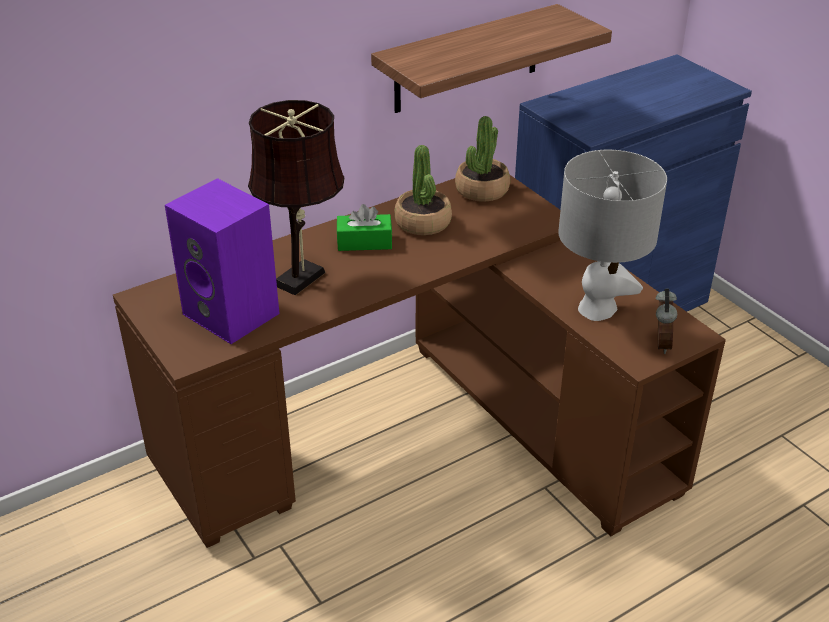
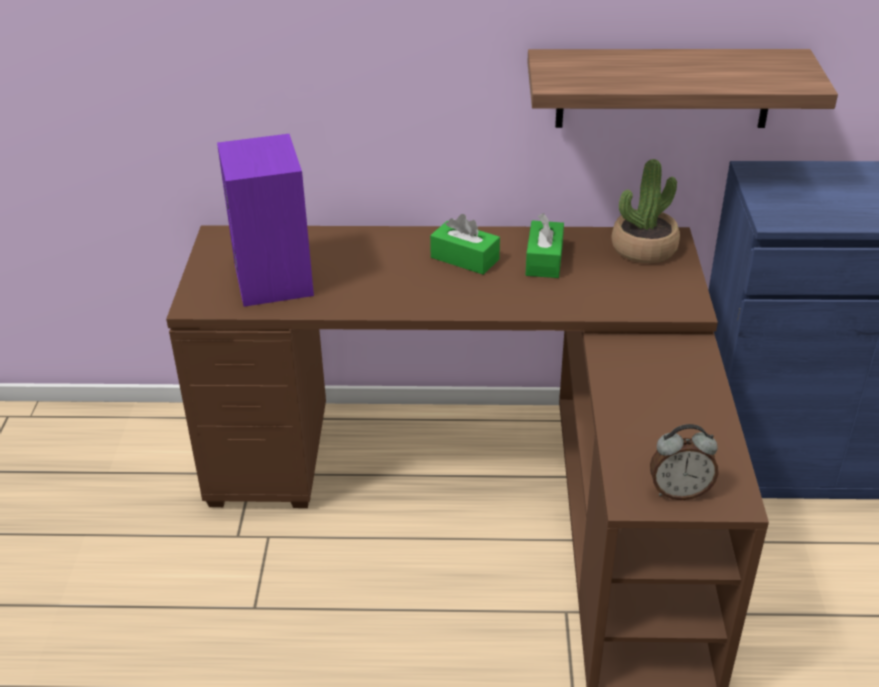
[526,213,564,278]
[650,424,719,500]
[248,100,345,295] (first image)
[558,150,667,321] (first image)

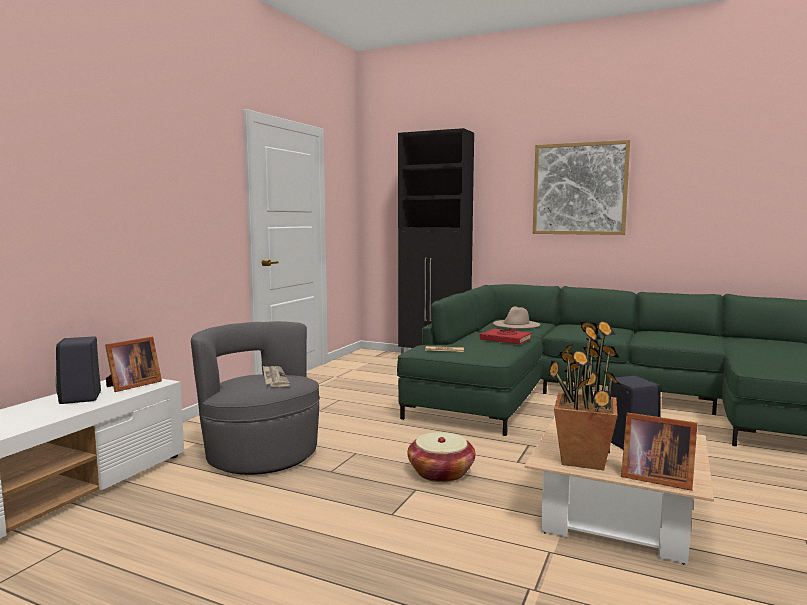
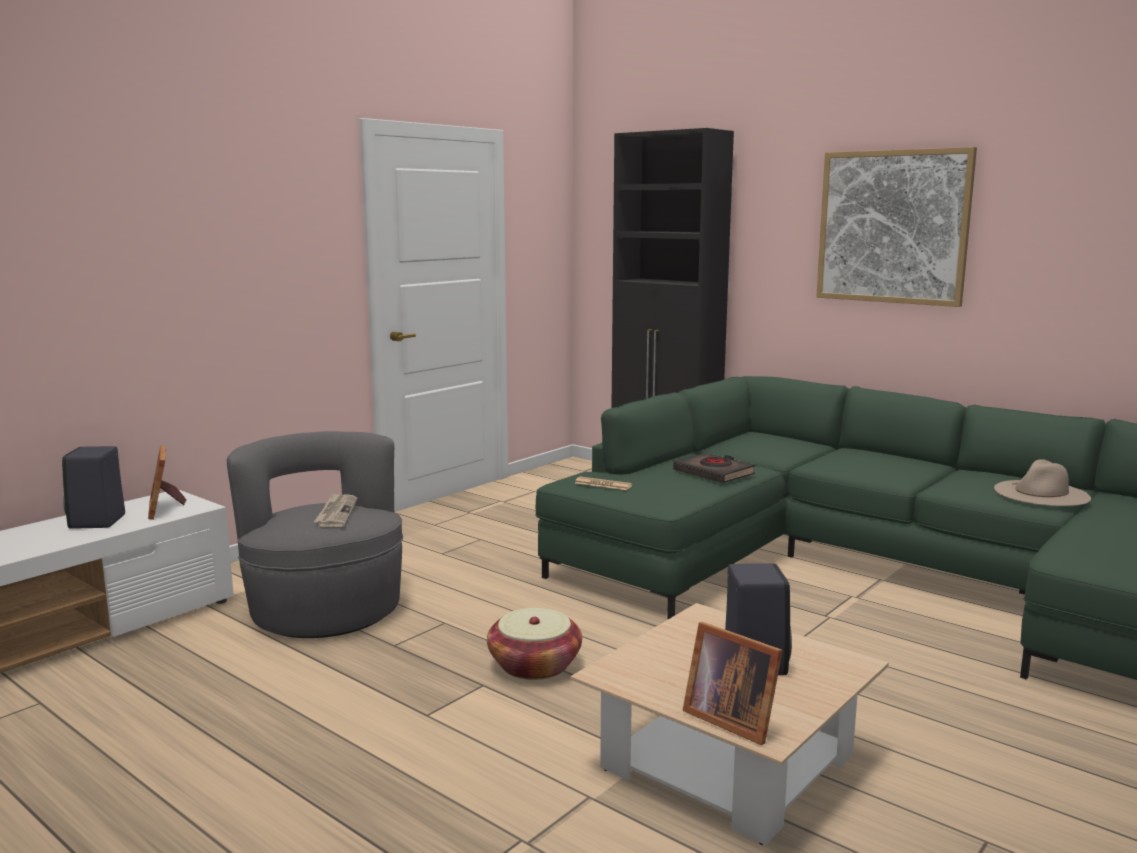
[148,446,187,520]
[673,453,755,483]
[994,459,1091,506]
[547,321,621,470] (first image)

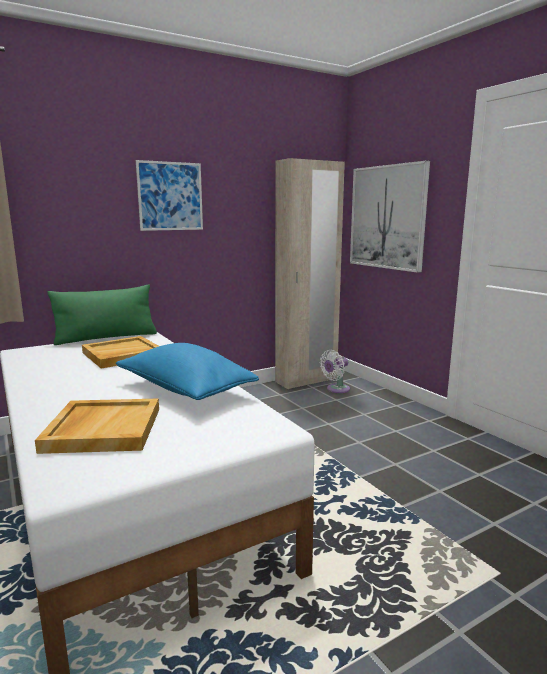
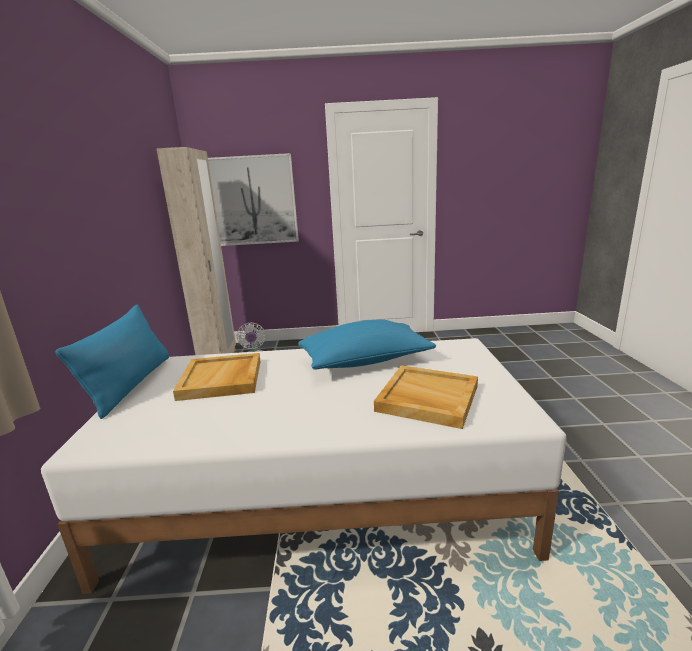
[55,305,169,419]
[136,160,203,231] (first image)

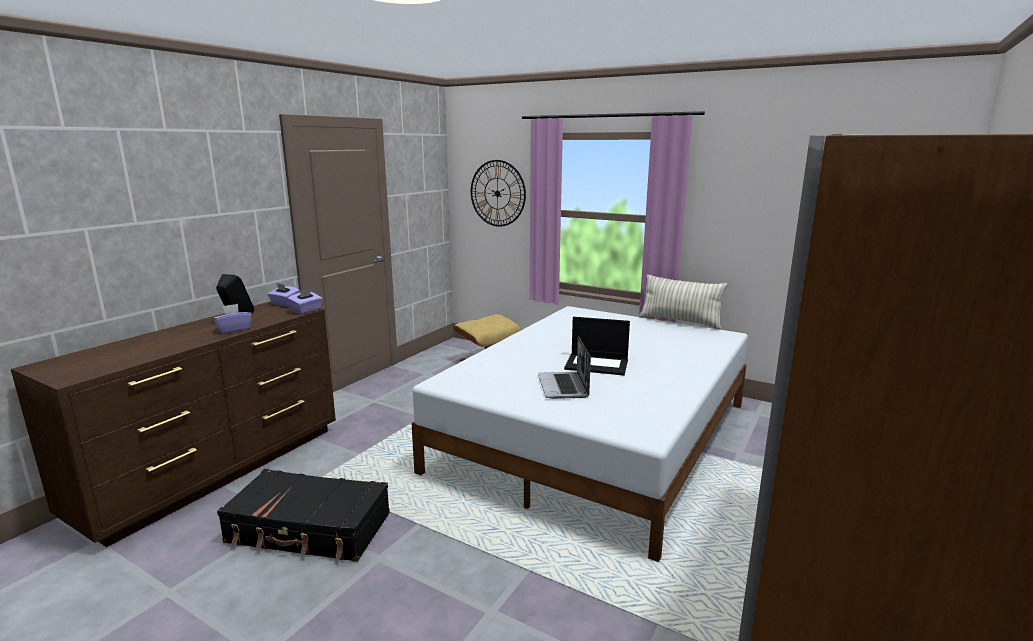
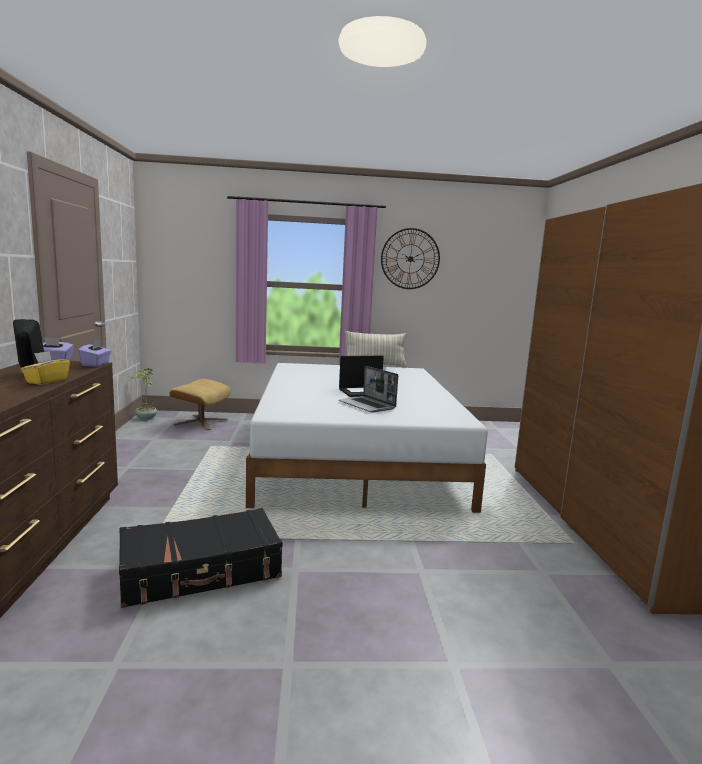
[21,351,70,385]
[130,368,157,420]
[381,228,440,289]

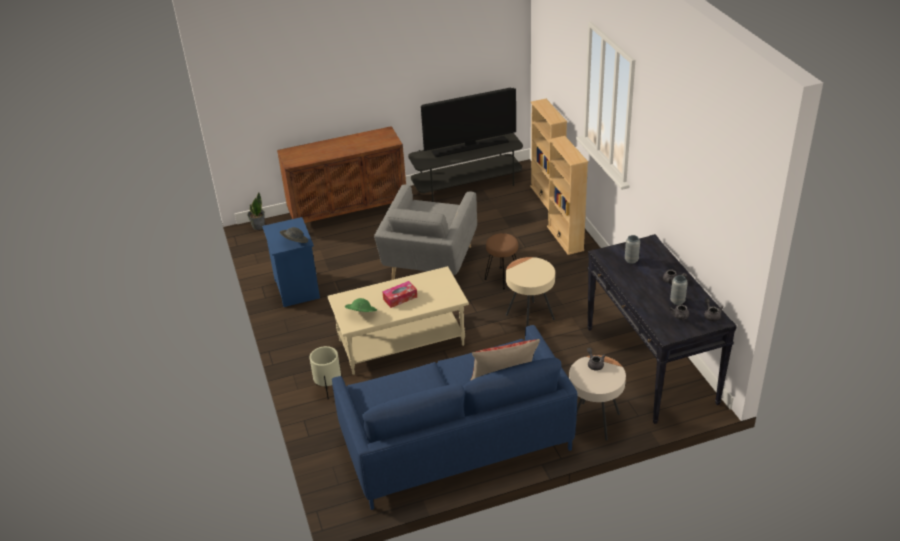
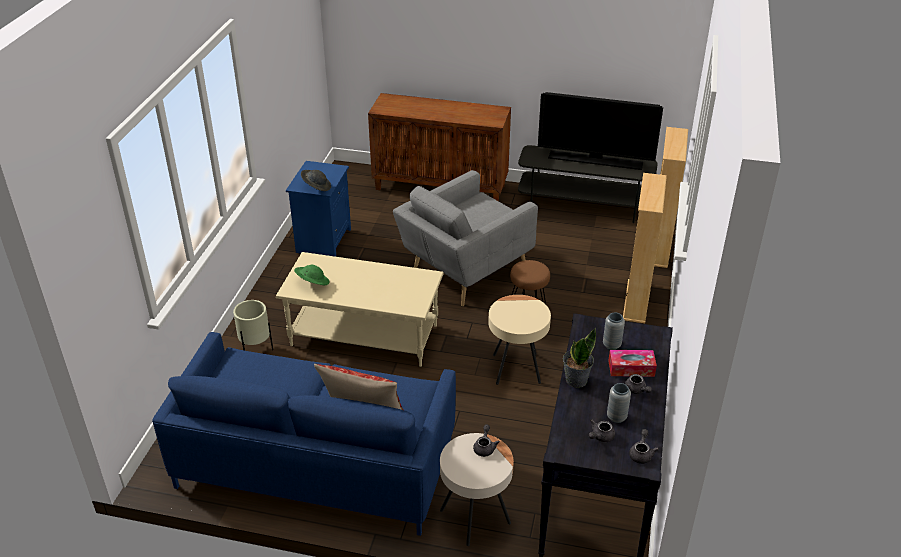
[563,328,596,388]
[608,350,657,377]

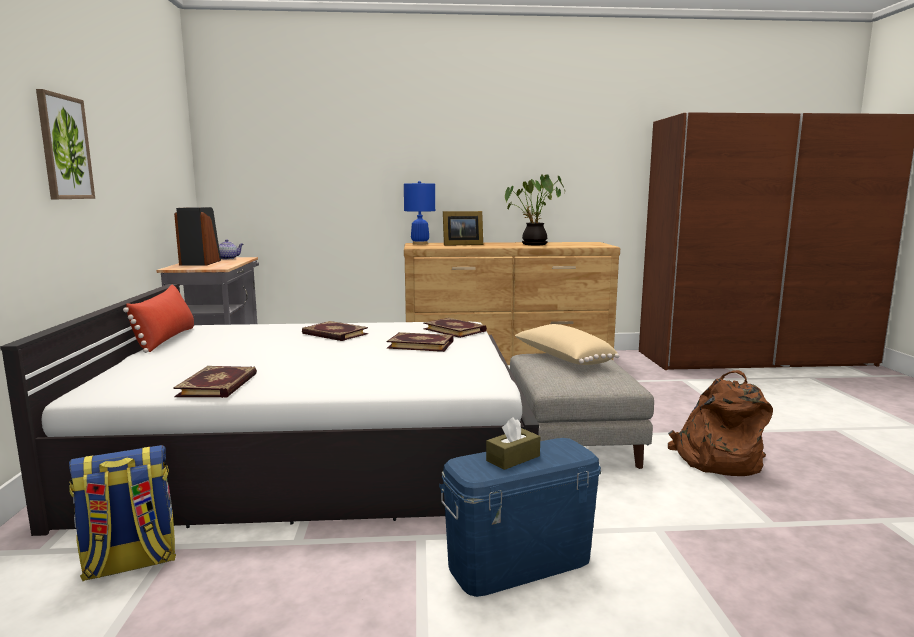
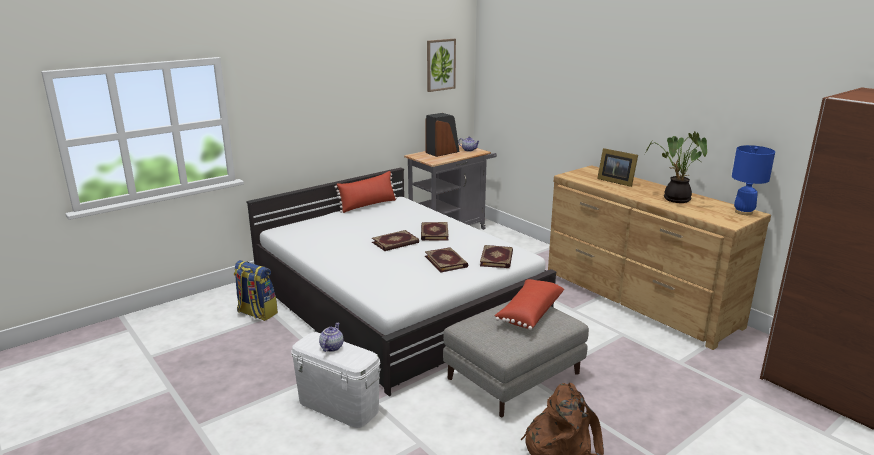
[291,332,381,428]
[319,323,344,352]
[372,230,419,251]
[427,39,456,92]
[494,279,564,330]
[732,145,775,215]

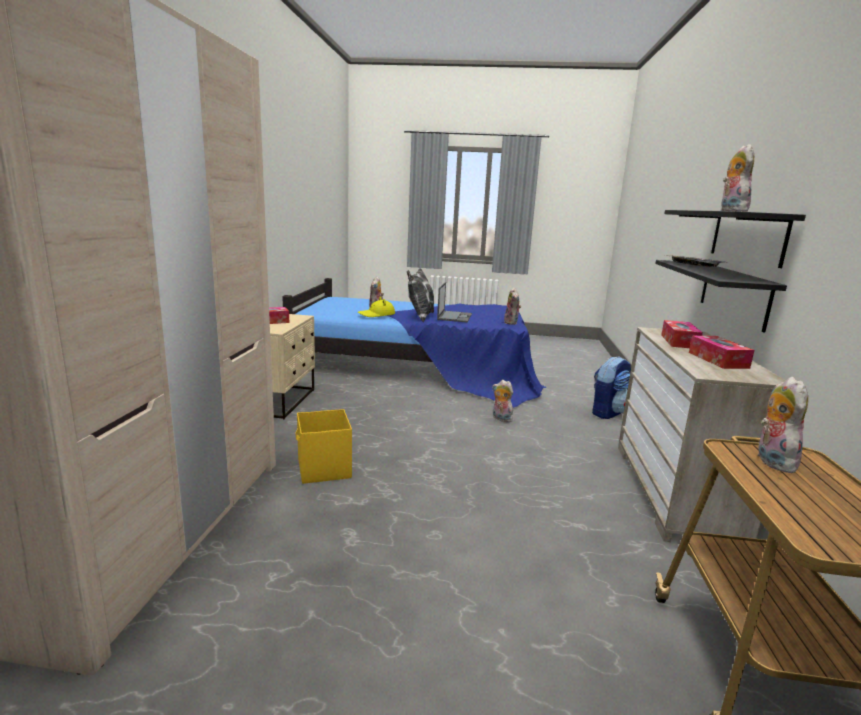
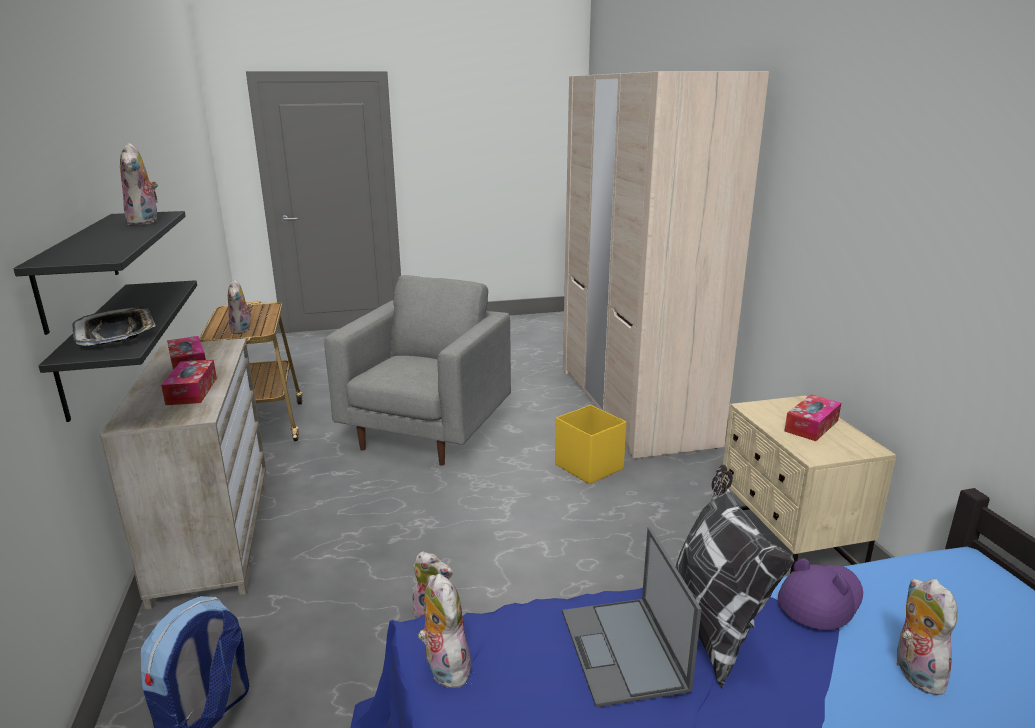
[324,275,511,466]
[778,558,863,630]

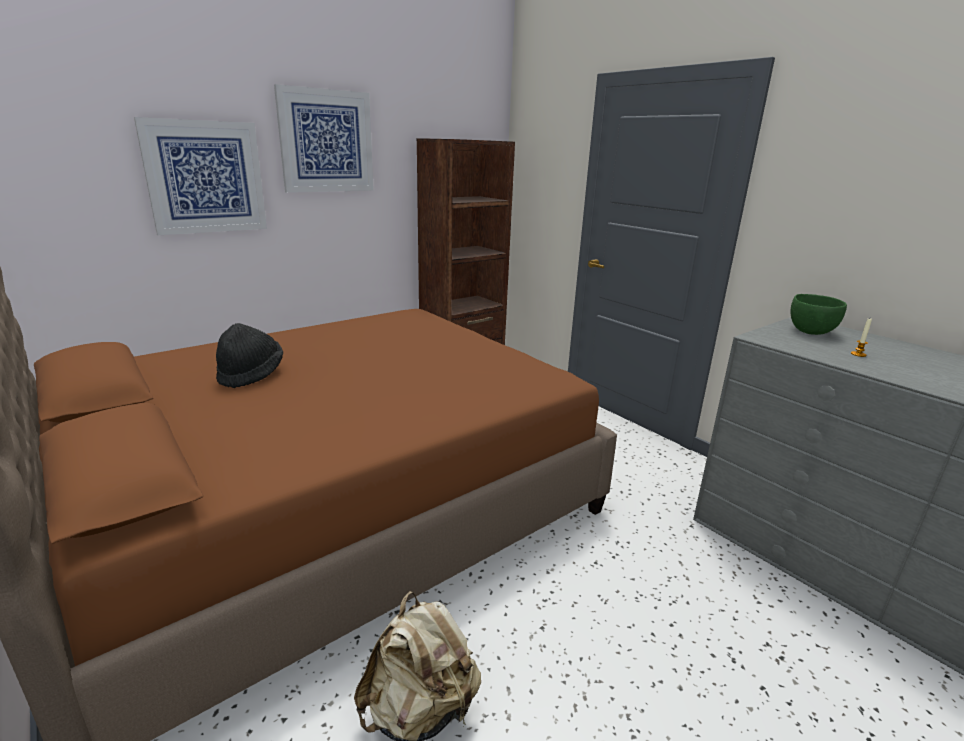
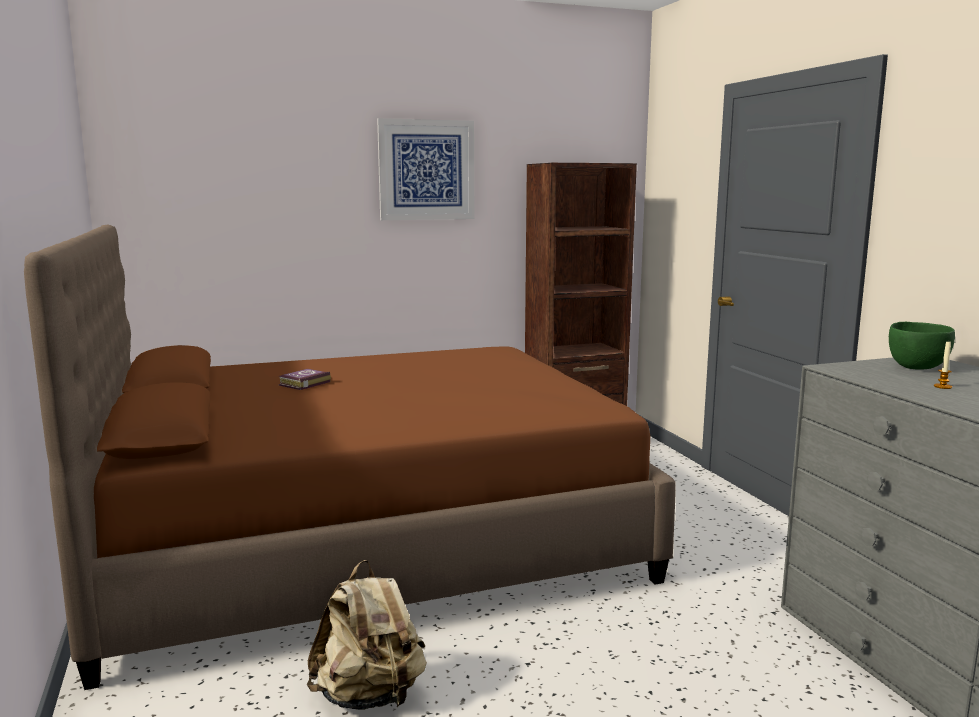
[279,369,331,390]
[134,117,267,235] (first image)

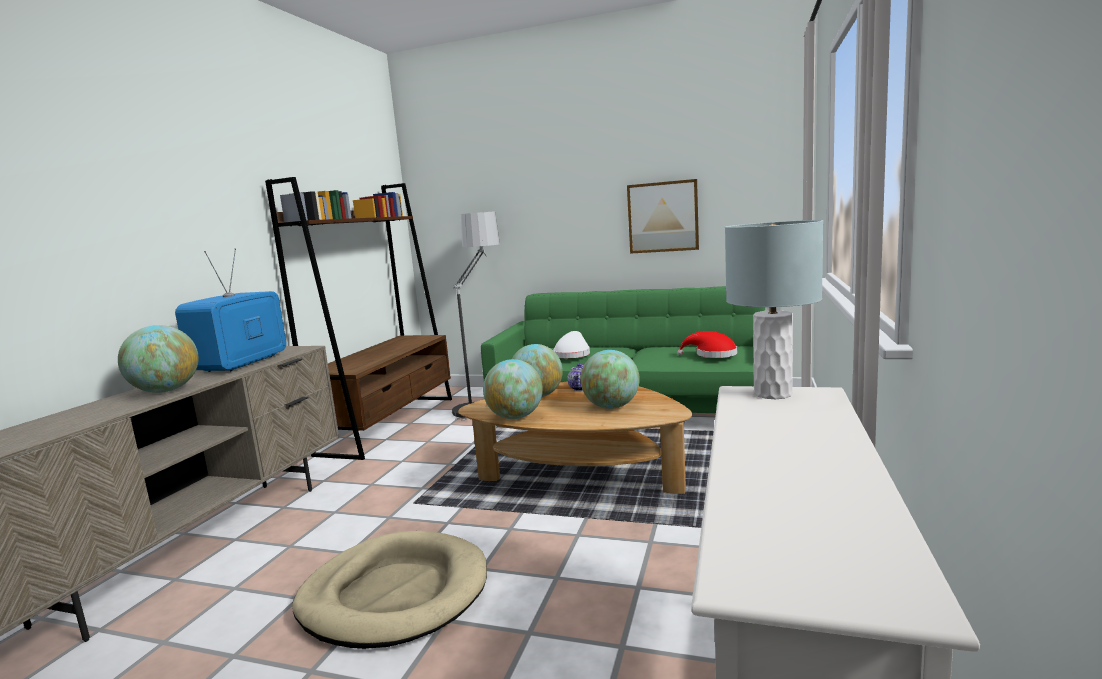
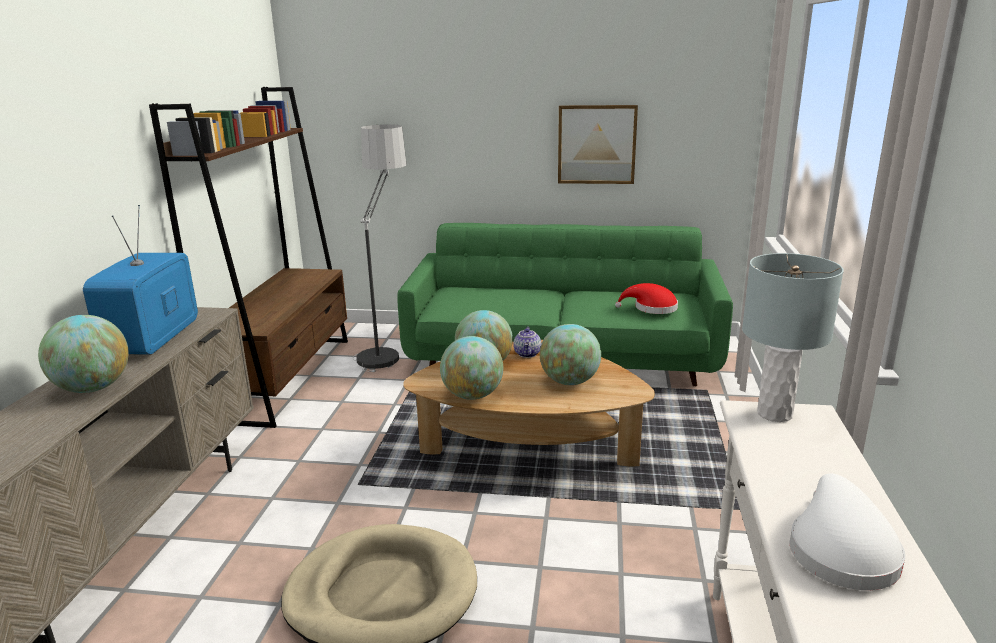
[789,474,905,590]

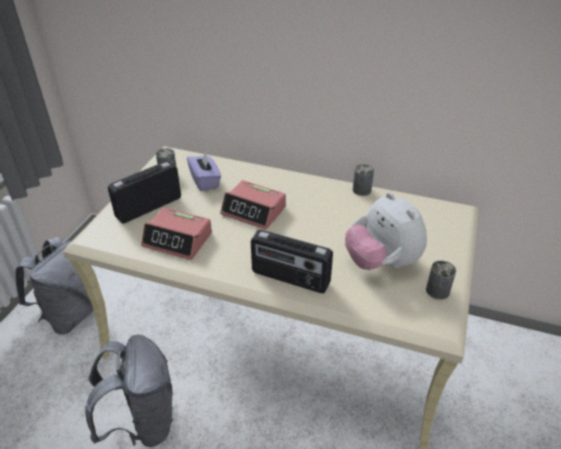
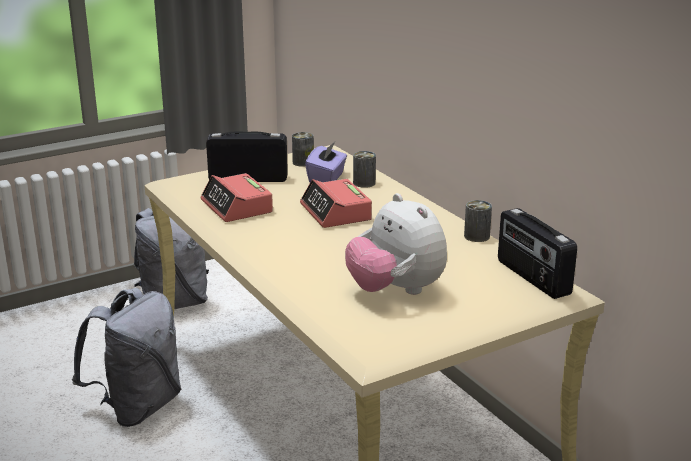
[345,193,447,295]
[353,151,376,188]
[498,208,577,299]

